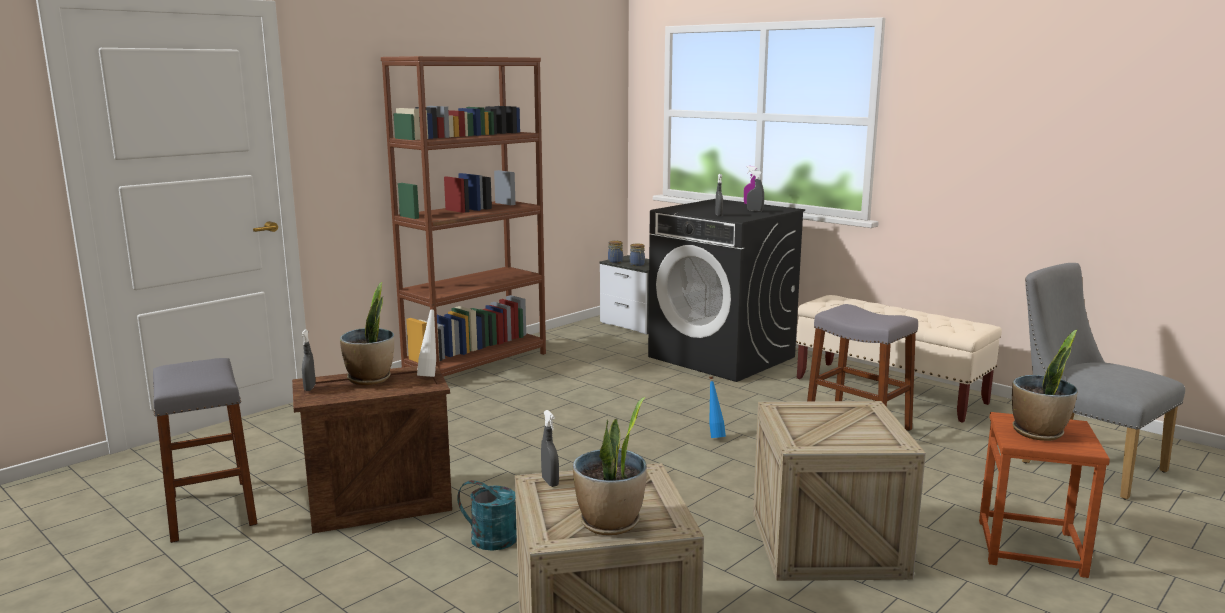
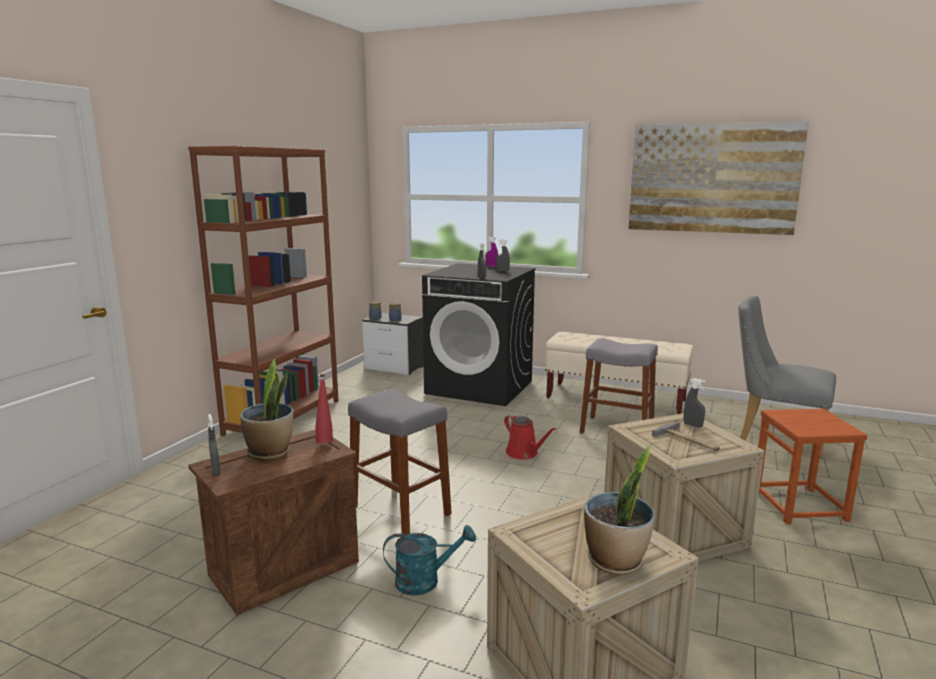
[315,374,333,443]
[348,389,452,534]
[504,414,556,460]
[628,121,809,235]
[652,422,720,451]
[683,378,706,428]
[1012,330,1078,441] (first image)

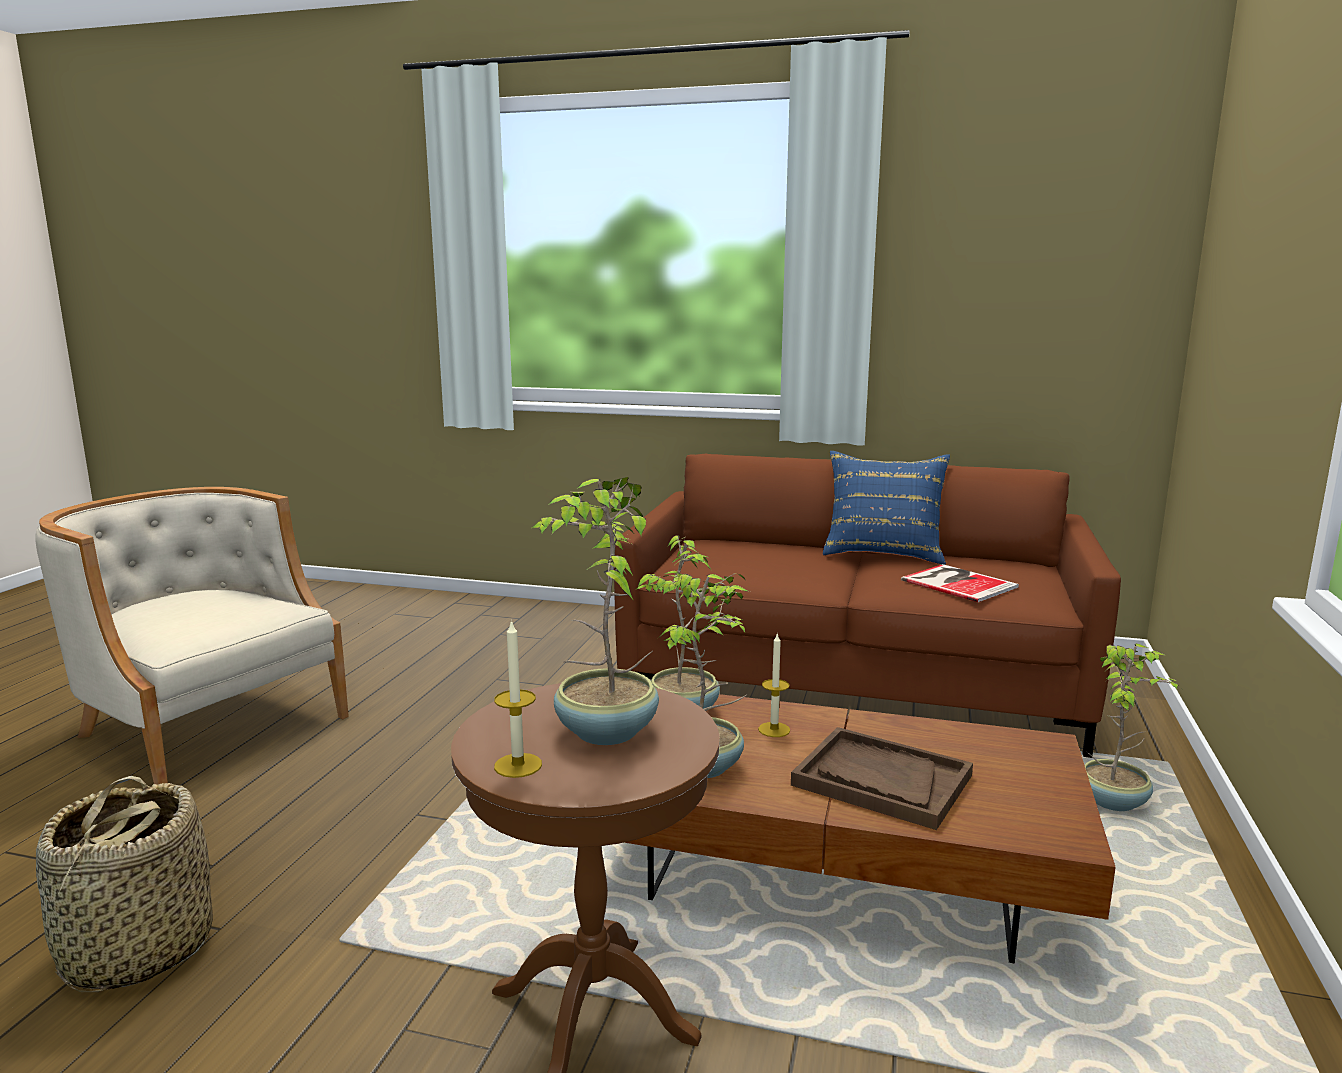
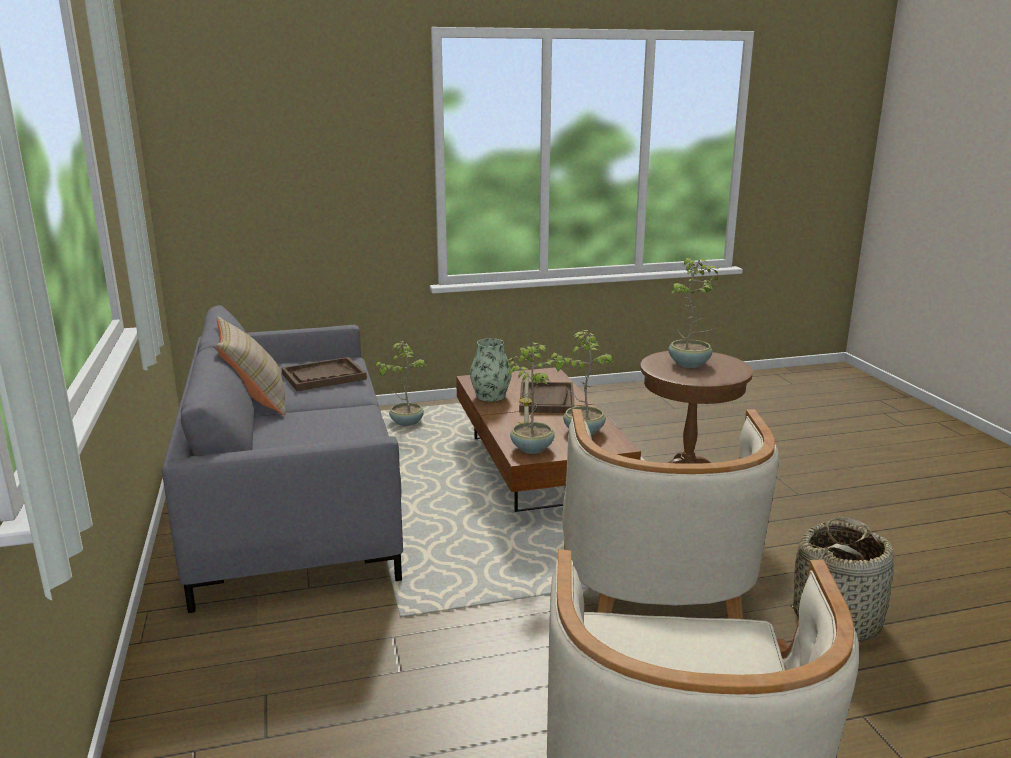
[162,305,403,613]
[216,317,286,415]
[282,357,367,391]
[470,338,512,401]
[562,409,779,619]
[494,619,542,778] (first image)

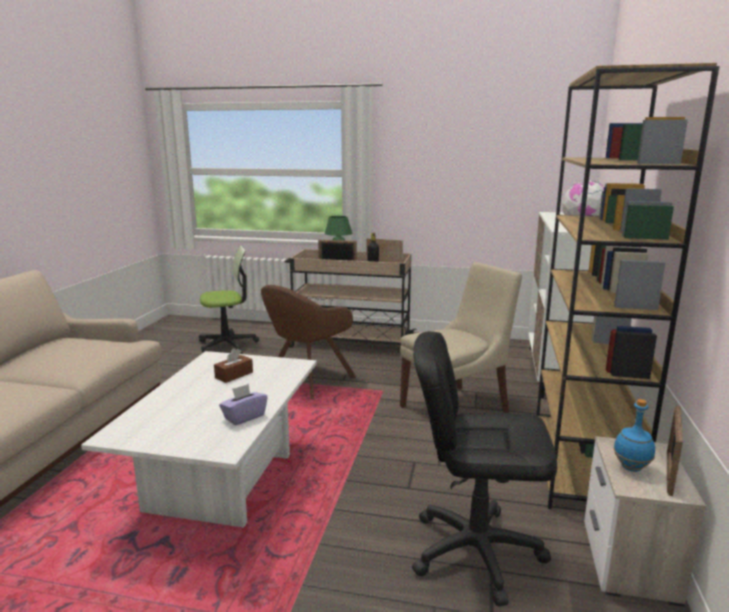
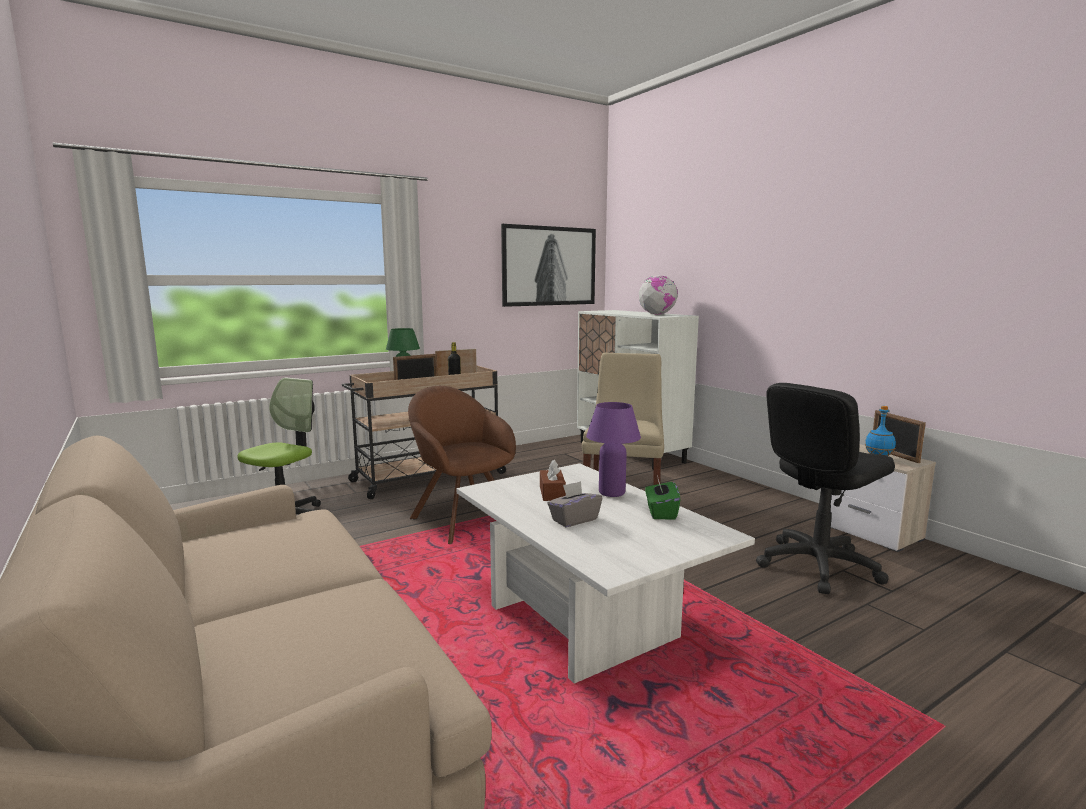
[408,386,516,544]
[501,224,596,307]
[547,481,602,527]
[586,402,641,497]
[645,475,681,520]
[536,63,720,509] (first image)

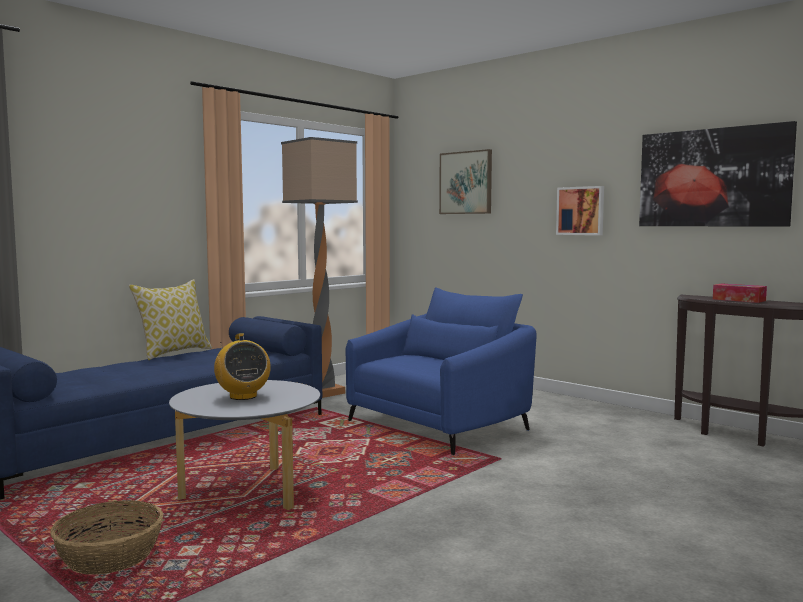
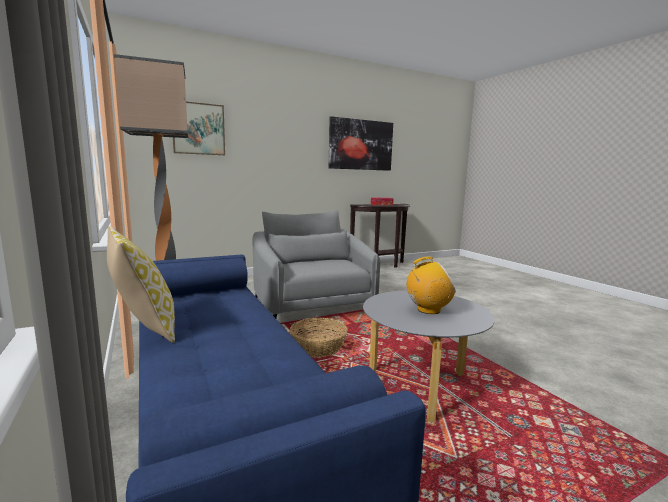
[252,210,380,318]
[290,318,348,357]
[556,186,604,235] (first image)

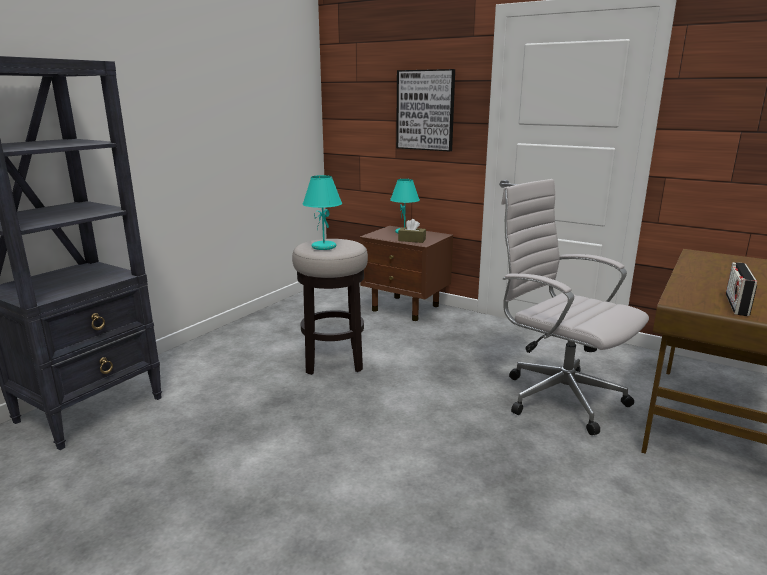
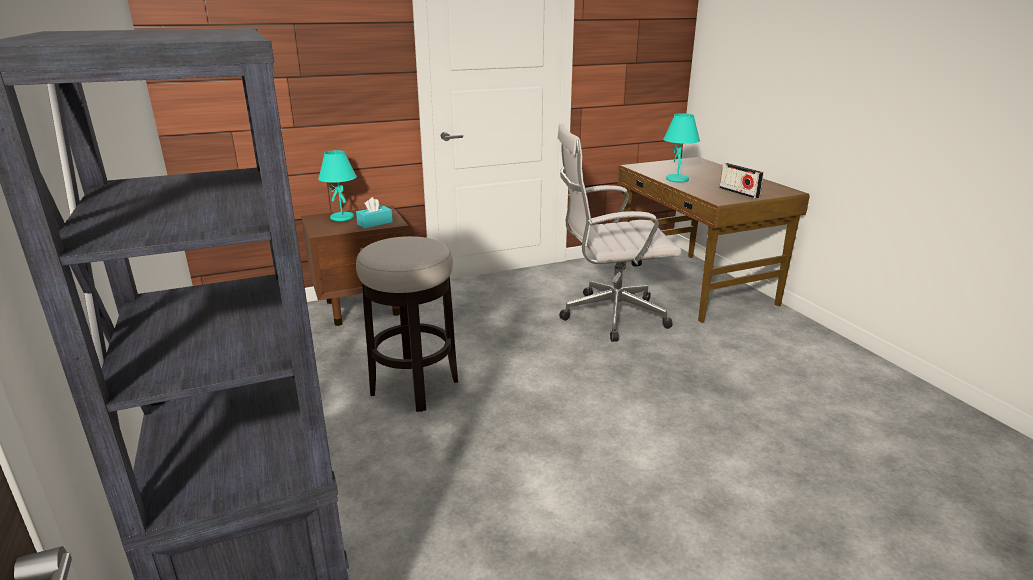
[356,197,393,228]
[663,113,700,182]
[396,69,455,151] (first image)

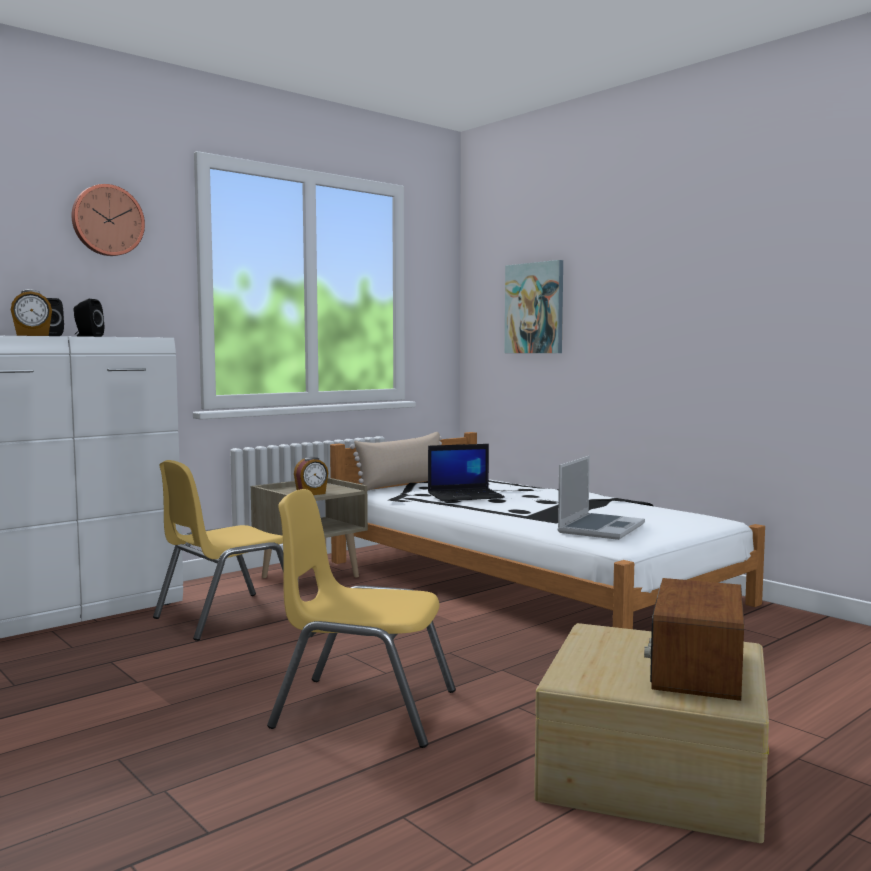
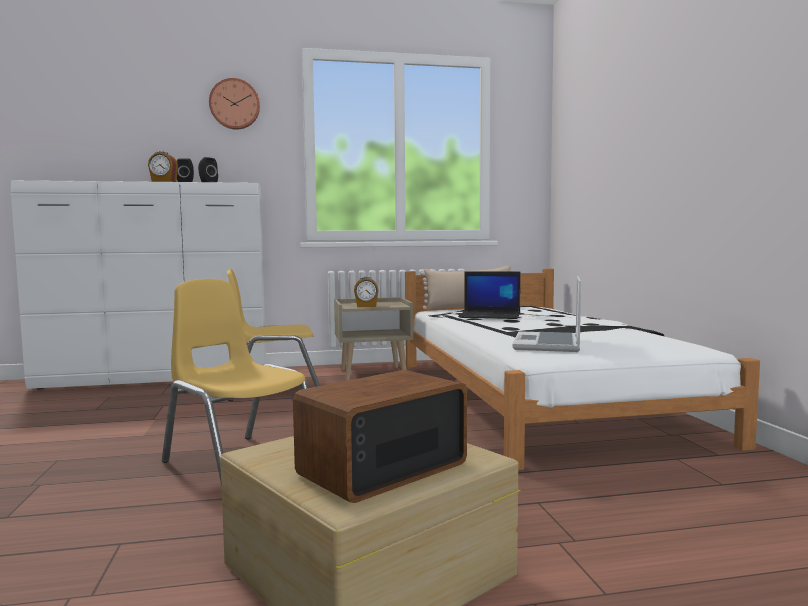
[512,276,581,352]
[505,260,563,353] (first image)

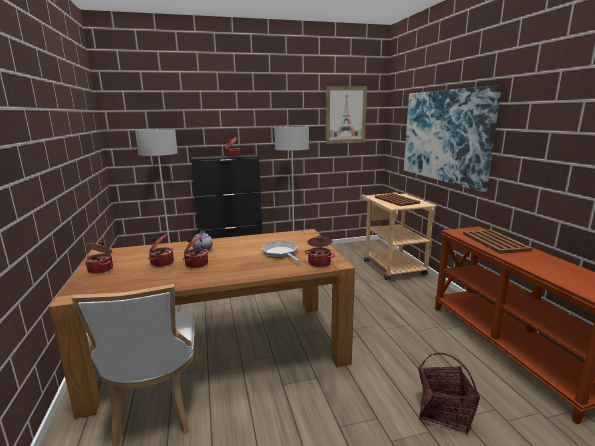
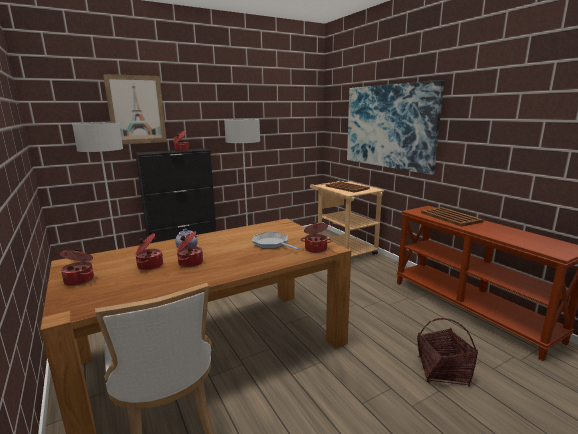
[103,74,167,144]

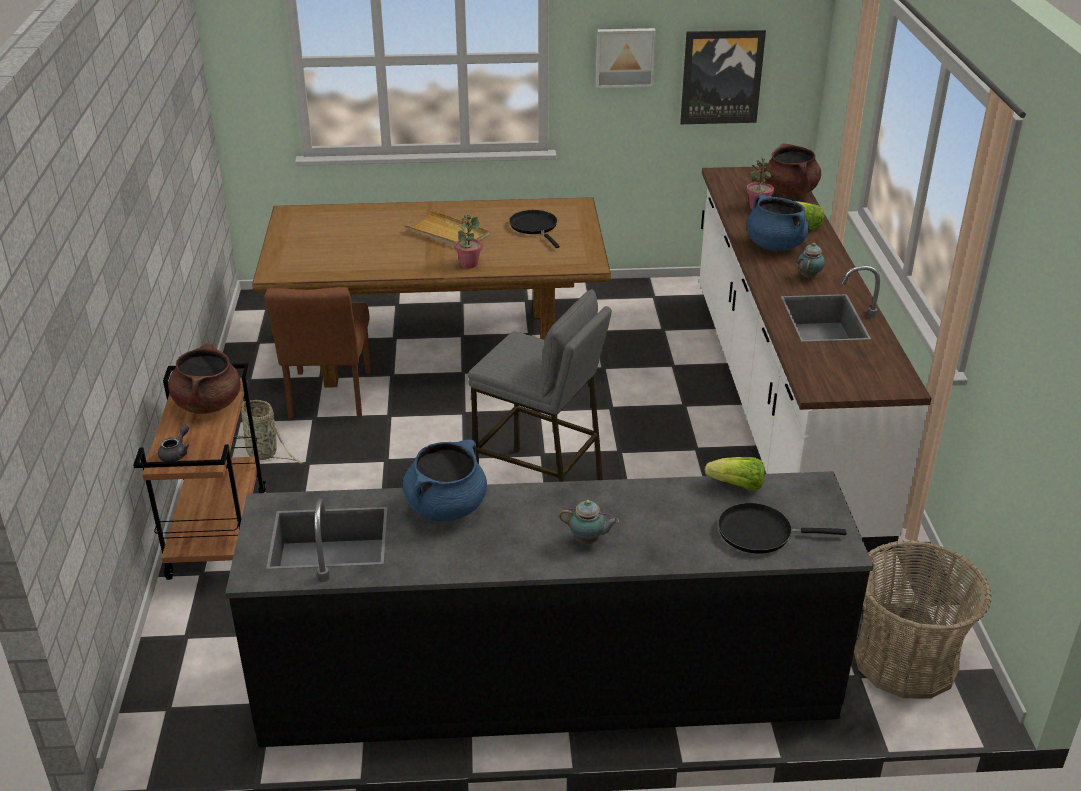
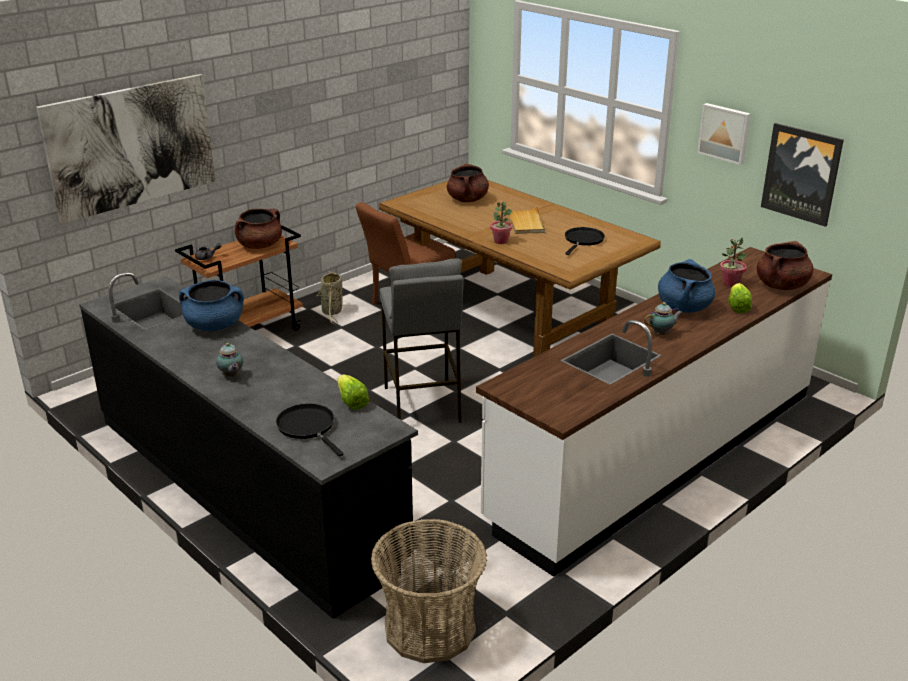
[36,74,215,224]
[447,164,489,202]

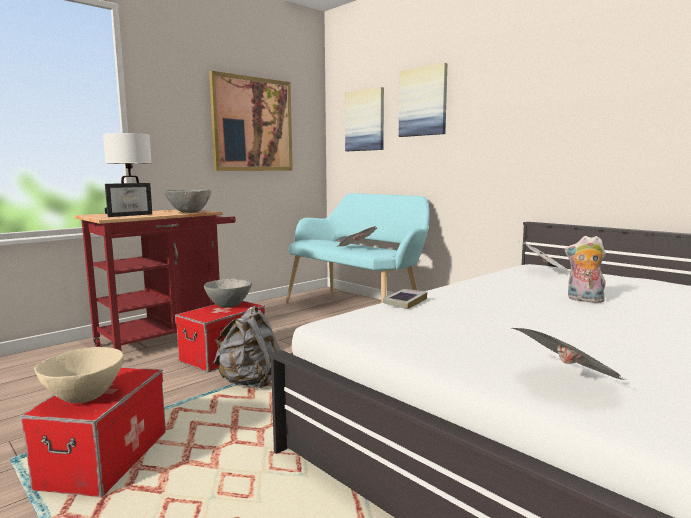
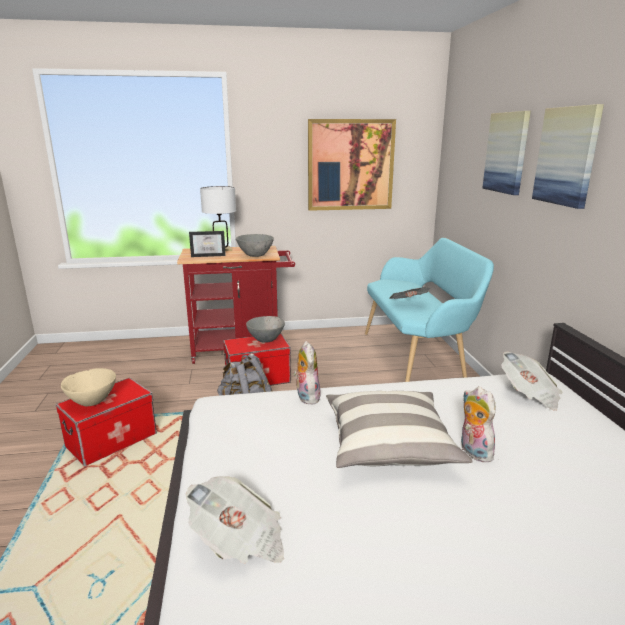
[293,341,321,405]
[326,391,473,468]
[532,104,604,209]

